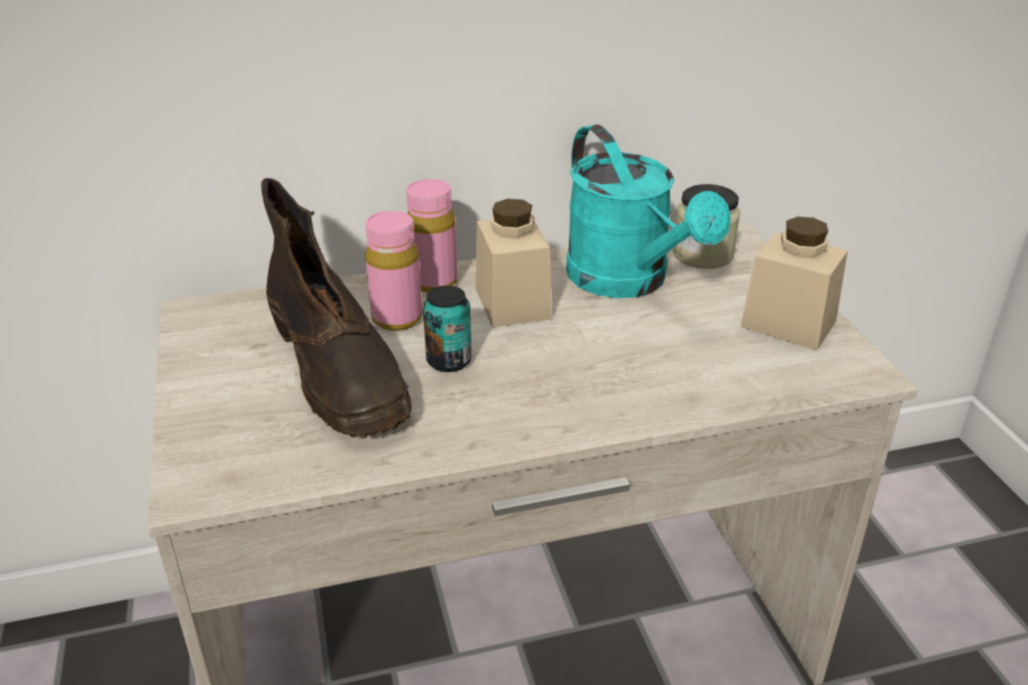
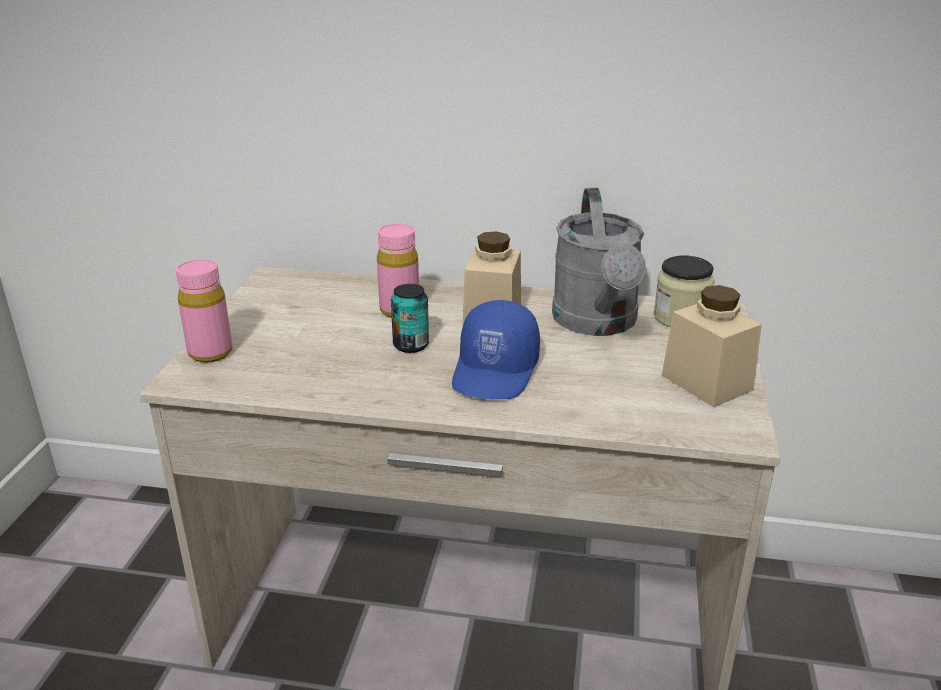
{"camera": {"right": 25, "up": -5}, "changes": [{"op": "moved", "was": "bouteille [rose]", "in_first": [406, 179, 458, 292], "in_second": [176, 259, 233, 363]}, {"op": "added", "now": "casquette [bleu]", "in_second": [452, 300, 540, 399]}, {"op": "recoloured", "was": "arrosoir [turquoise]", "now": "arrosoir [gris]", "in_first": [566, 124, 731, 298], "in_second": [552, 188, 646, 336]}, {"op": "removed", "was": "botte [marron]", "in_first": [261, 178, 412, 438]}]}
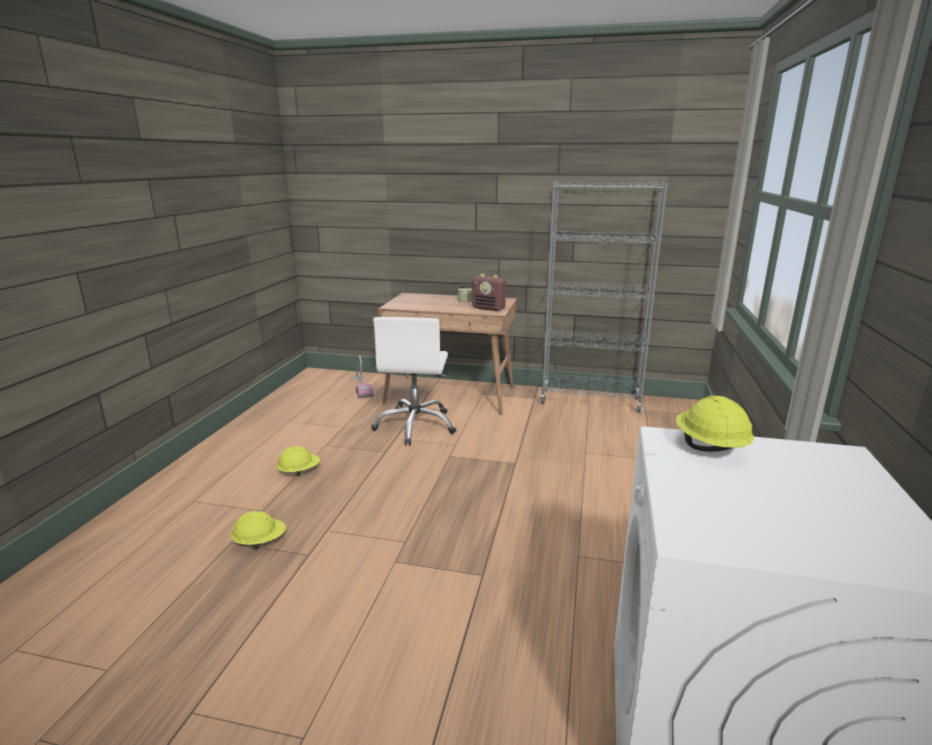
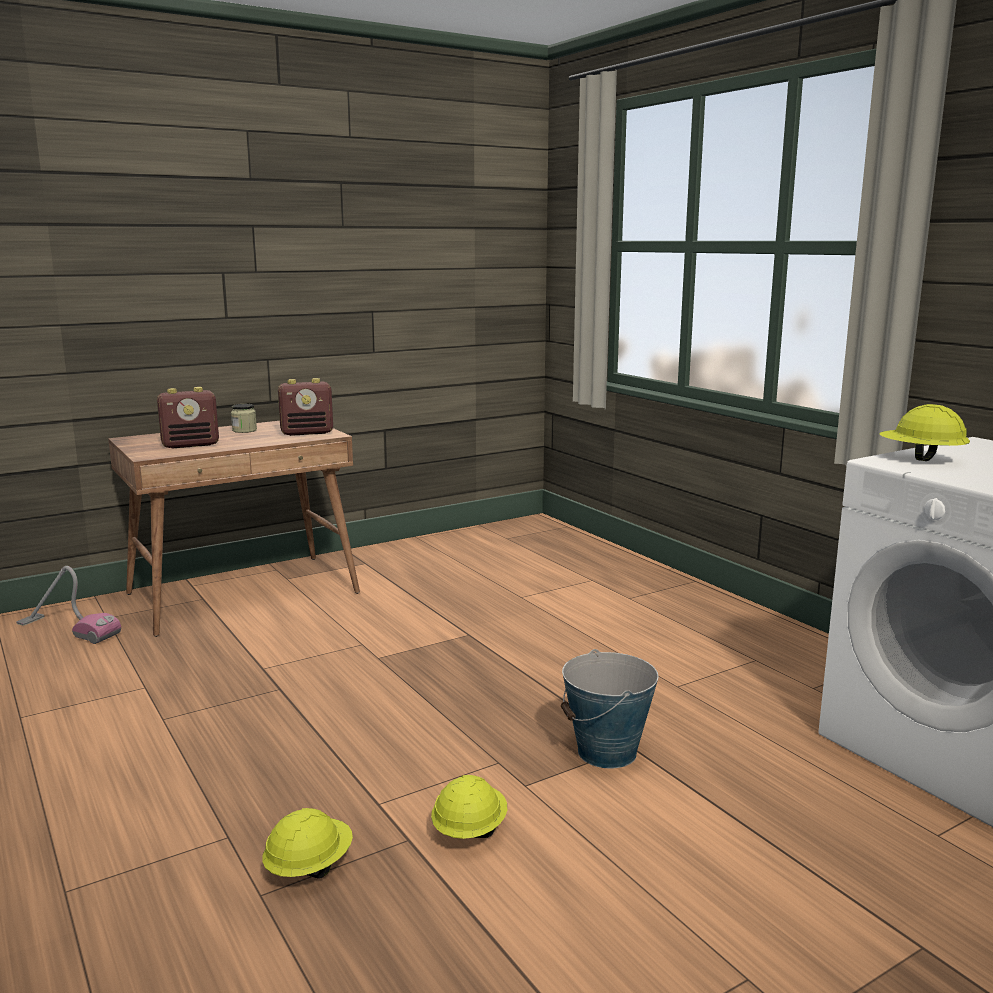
{"camera": {"right": -45, "up": -5}, "changes": [{"op": "added", "now": "radio", "in_second": [157, 387, 219, 449]}, {"op": "moved", "was": "casque de chantier [jaune]", "in_first": [276, 446, 320, 477], "in_second": [431, 775, 507, 839]}, {"op": "added", "now": "seau", "in_second": [561, 649, 658, 768]}, {"op": "removed", "was": "chaise de bureau [blanc]", "in_first": [371, 317, 456, 445]}, {"op": "removed", "was": "bibliothèque [gris]", "in_first": [540, 180, 668, 413]}]}
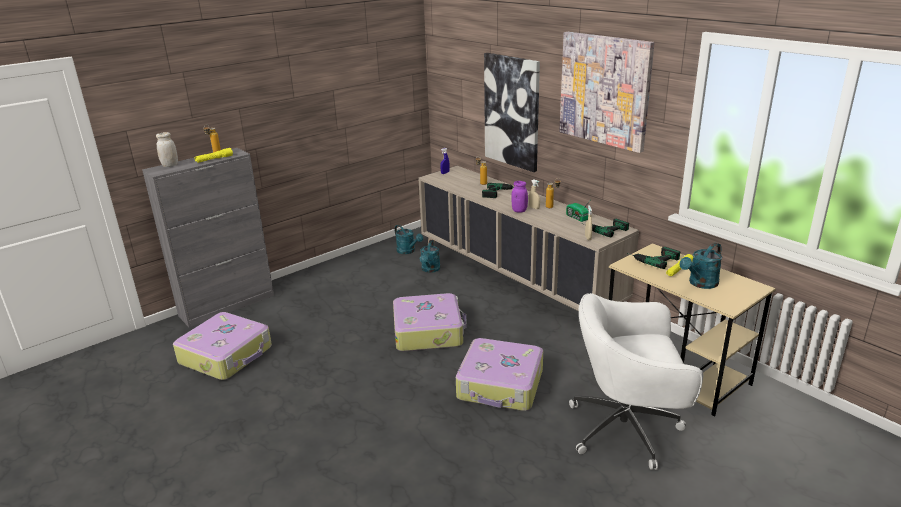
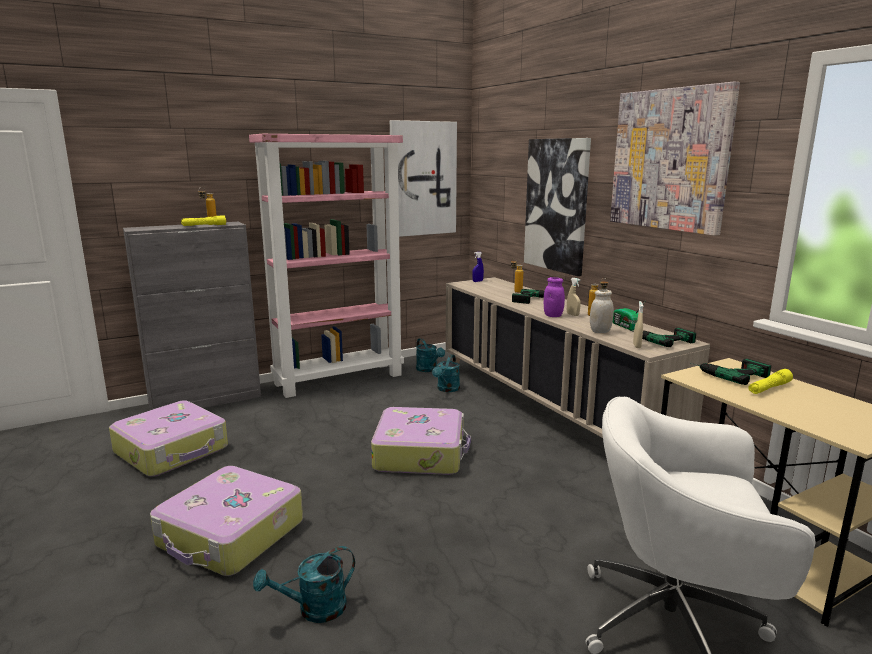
{"camera": {"right": 10, "up": -10}, "changes": [{"op": "moved", "was": "valise", "in_first": [456, 338, 543, 411], "in_second": [150, 466, 303, 576]}, {"op": "added", "now": "bibliothèque [rose]", "in_second": [249, 134, 404, 398]}, {"op": "moved", "was": "arrosoir [turquoise]", "in_first": [680, 243, 722, 289], "in_second": [253, 546, 355, 623]}, {"op": "added", "now": "tableau", "in_second": [390, 120, 457, 237]}, {"op": "moved", "was": "bocal [blanc]", "in_first": [156, 132, 178, 167], "in_second": [590, 289, 614, 333]}]}
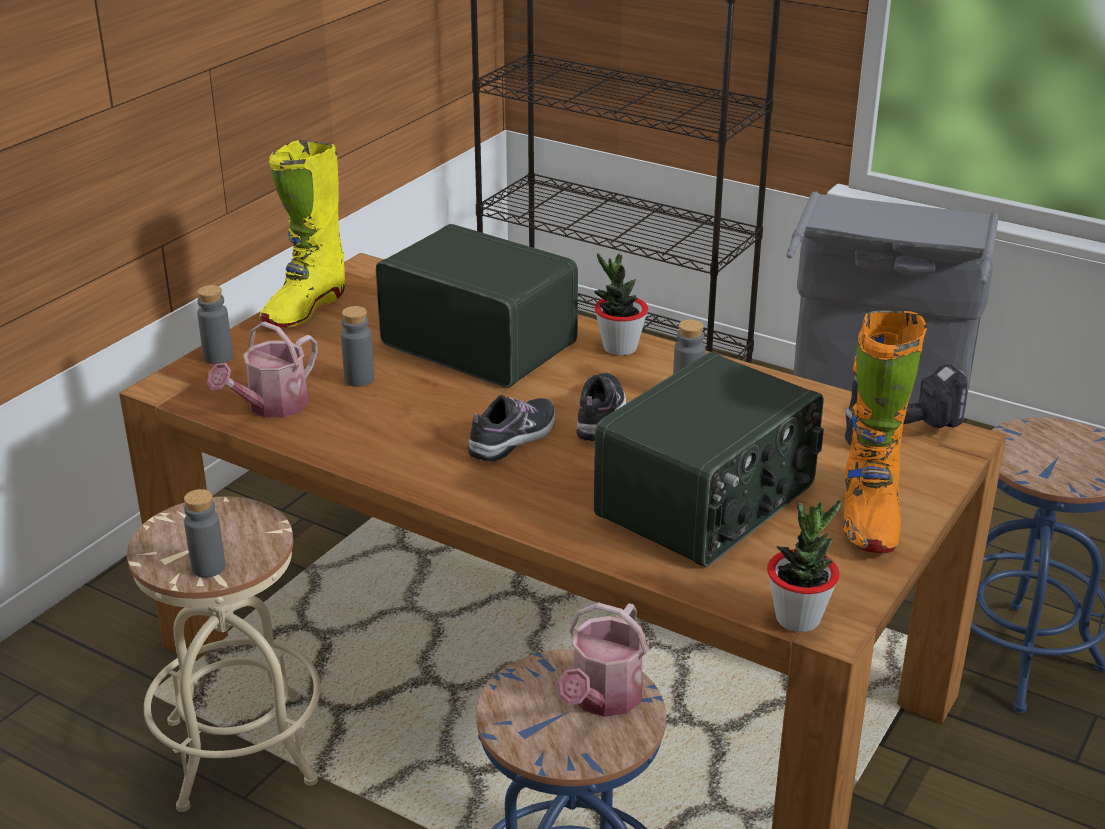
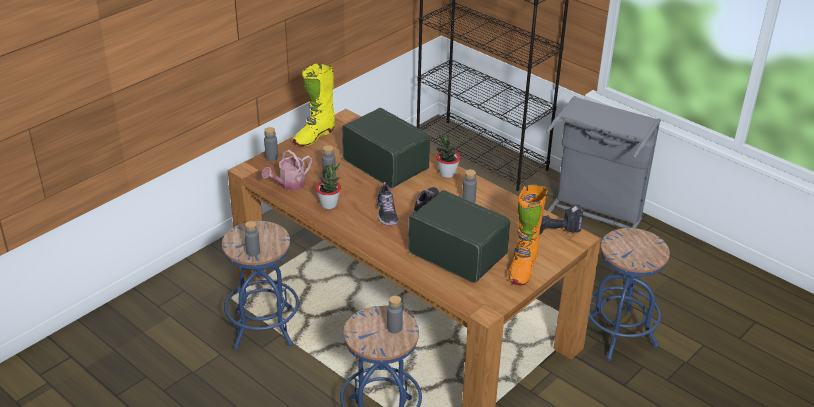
{"camera": {"right": 10, "up": 5}, "changes": [{"op": "recoloured", "was": "tabouret [beige]", "now": "tabouret [bleu]", "in_first": [127, 496, 321, 812], "in_second": [222, 221, 299, 350]}, {"op": "moved", "was": "plante en pot", "in_first": [767, 500, 841, 632], "in_second": [316, 163, 341, 209]}, {"op": "turned", "was": "chaussure", "in_first": [468, 395, 556, 461], "in_second": [377, 182, 398, 226], "clockwise": 120}, {"op": "replaced", "was": "arrosoir", "now": "bouteille [gris]", "in_first": [557, 602, 648, 717], "in_second": [387, 295, 403, 334]}, {"op": "turned", "was": "radio", "in_first": [594, 352, 824, 567], "in_second": [408, 190, 510, 283], "clockwise": -105}]}
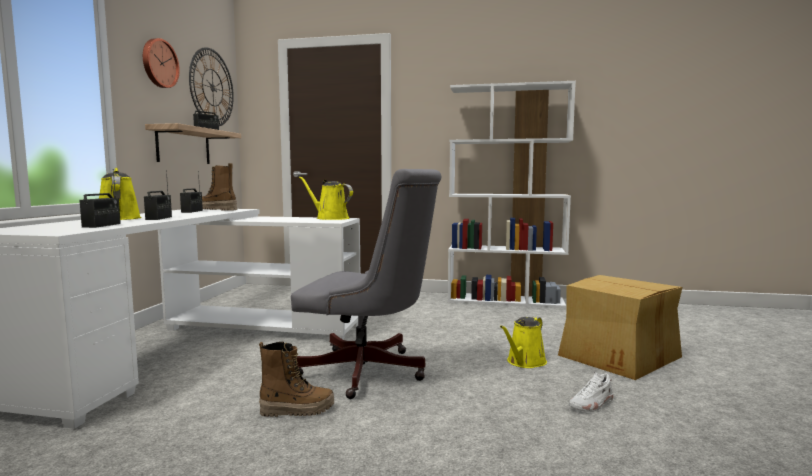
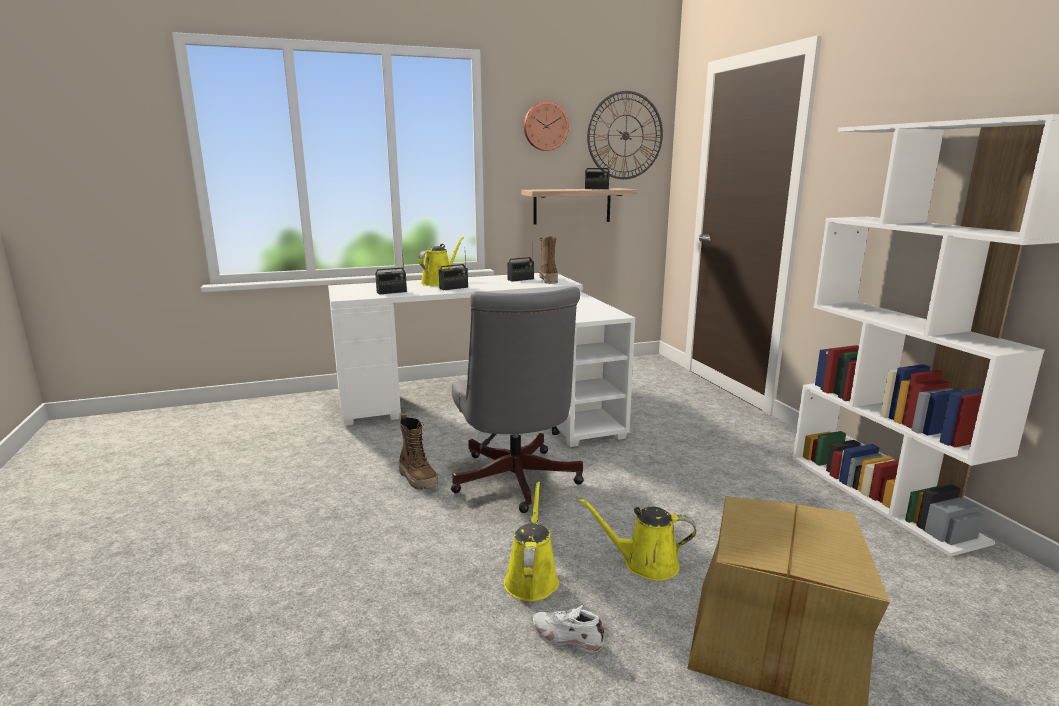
{"camera": {"right": 60, "up": 10}, "changes": [{"op": "moved", "was": "arrosoir [jaune]", "in_first": [299, 176, 353, 220], "in_second": [504, 481, 559, 601]}]}
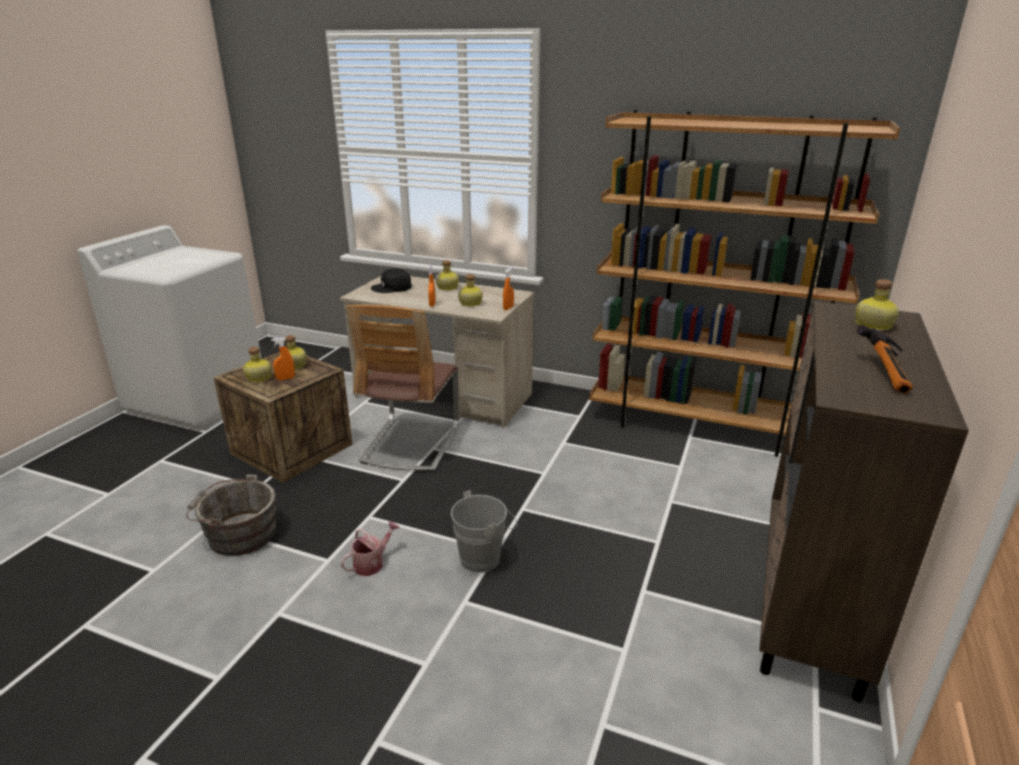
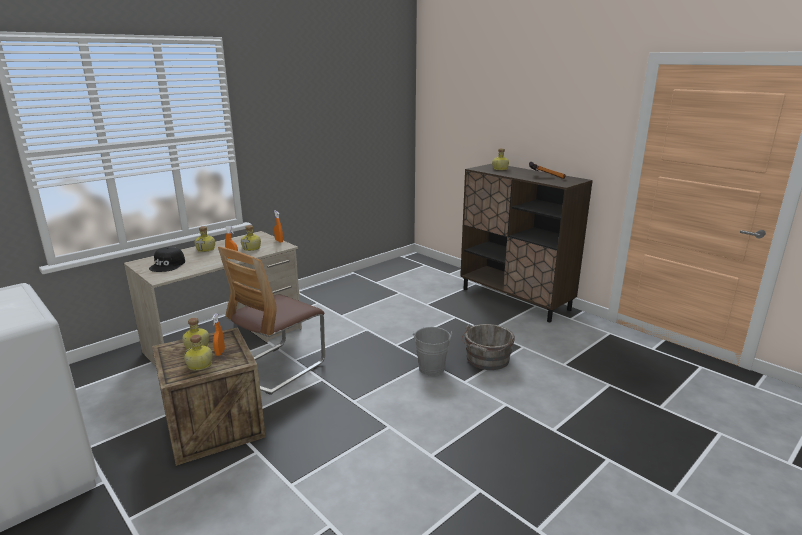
{"camera": {"right": -65, "up": -5}, "changes": [{"op": "turned", "was": "chaise", "in_first": [346, 305, 459, 472], "in_second": [218, 247, 325, 395], "clockwise": 90}, {"op": "moved", "was": "seau [gris]", "in_first": [186, 474, 276, 556], "in_second": [461, 324, 515, 370]}, {"op": "removed", "was": "arrosoir", "in_first": [341, 521, 400, 576]}, {"op": "removed", "was": "bibliothèque [marron]", "in_first": [589, 110, 900, 457]}]}
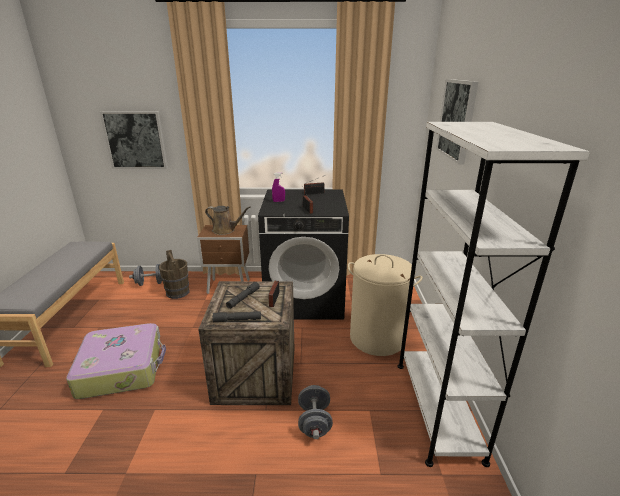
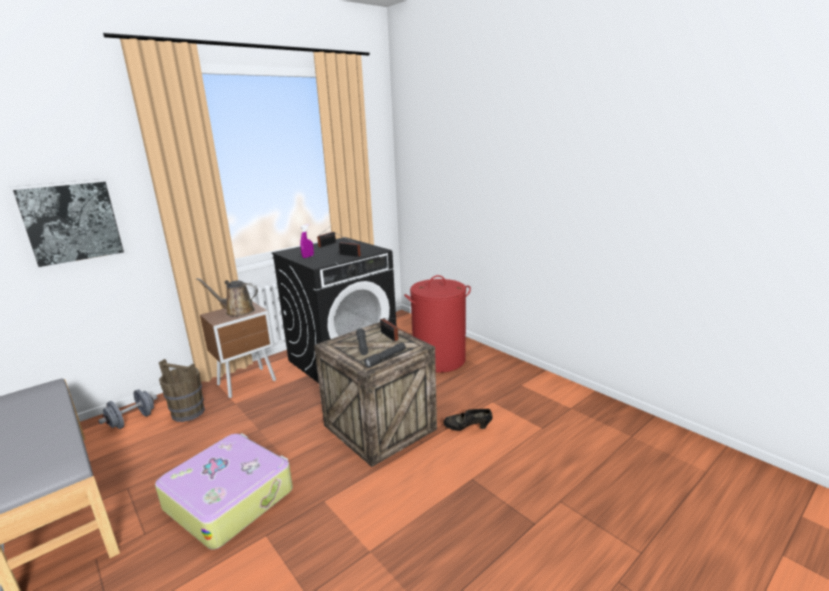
{"camera": {"right": -40, "up": -5}, "changes": [{"op": "turned", "was": "arrosoir [marron]", "in_first": [205, 206, 251, 235], "in_second": [197, 278, 258, 317], "clockwise": -150}, {"op": "recoloured", "was": "panier à linge [beige]", "now": "panier à linge [rouge]", "in_first": [348, 254, 423, 356], "in_second": [404, 275, 471, 373]}, {"op": "replaced", "was": "haltère [gris]", "now": "chaussure [noir]", "in_first": [298, 385, 333, 439], "in_second": [443, 409, 492, 431]}, {"op": "removed", "was": "bibliothèque [blanc]", "in_first": [398, 122, 590, 467]}, {"op": "removed", "was": "tableau", "in_first": [436, 79, 478, 164]}]}
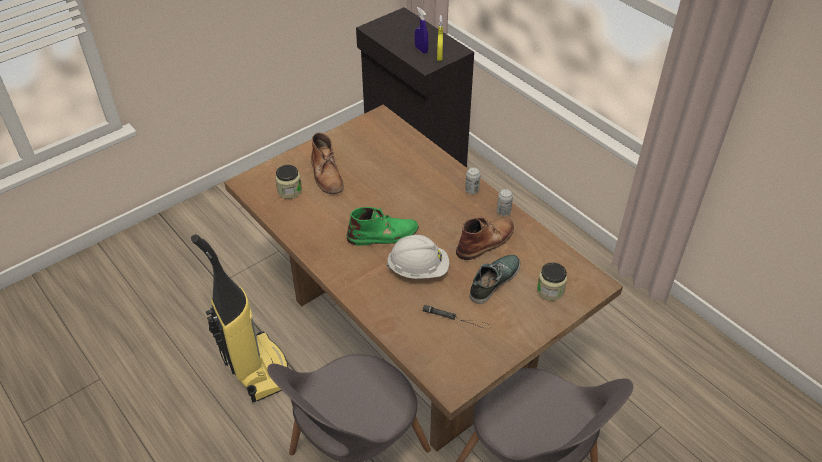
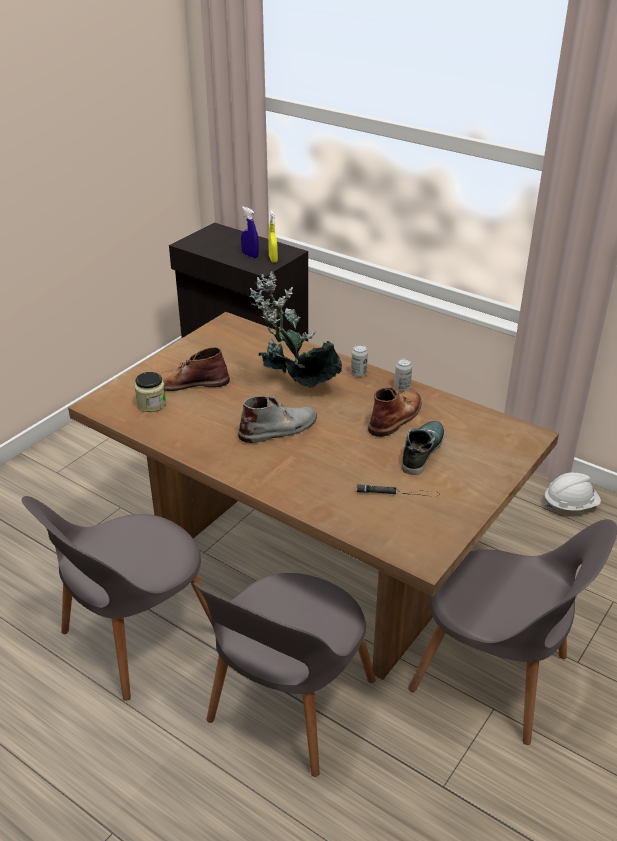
{"camera": {"right": -15, "up": -10}, "changes": [{"op": "replaced", "was": "aspirateur", "now": "chaise [gris]", "in_first": [191, 234, 288, 402], "in_second": [22, 496, 214, 701]}, {"op": "turned", "was": "botte [marron]", "in_first": [311, 132, 344, 194], "in_second": [159, 347, 230, 391], "clockwise": 120}, {"op": "recoloured", "was": "botte [vert]", "now": "botte [gris]", "in_first": [347, 207, 419, 246], "in_second": [238, 395, 317, 443]}, {"op": "added", "now": "plante en pot", "in_second": [249, 271, 342, 387]}, {"op": "moved", "was": "casque de chantier [blanc]", "in_first": [387, 235, 449, 279], "in_second": [544, 472, 601, 511]}, {"op": "removed", "was": "bocal", "in_first": [537, 262, 567, 301]}]}
